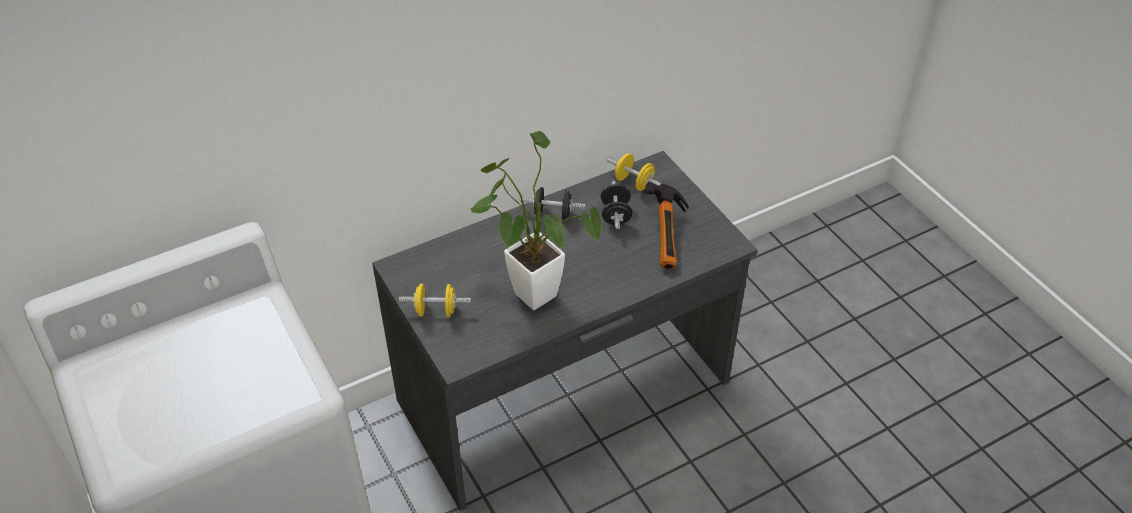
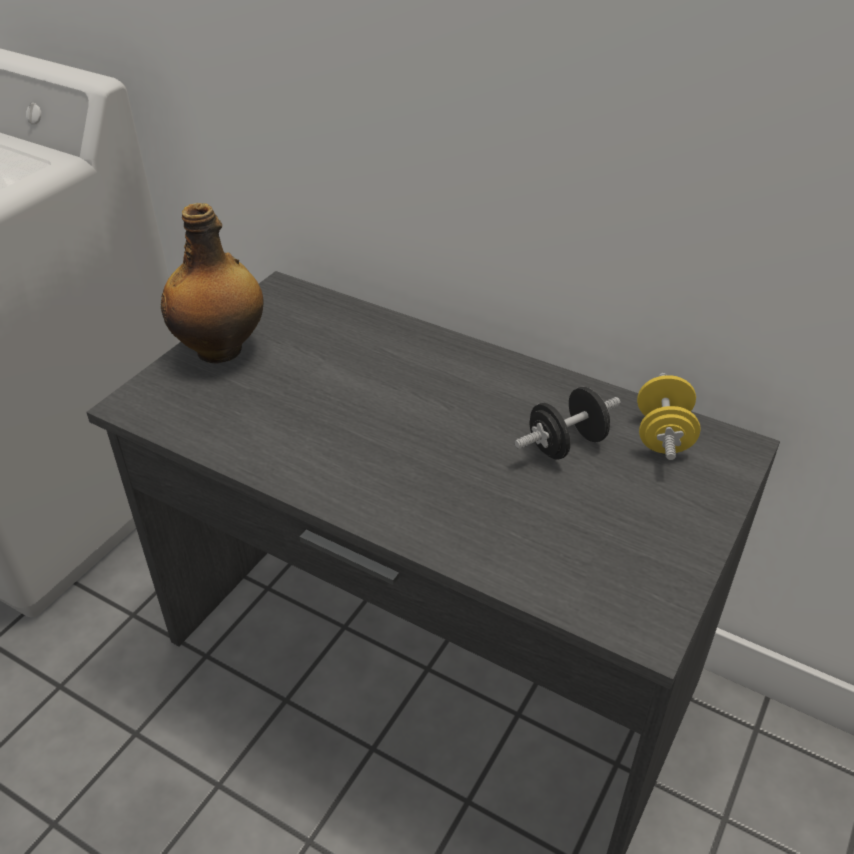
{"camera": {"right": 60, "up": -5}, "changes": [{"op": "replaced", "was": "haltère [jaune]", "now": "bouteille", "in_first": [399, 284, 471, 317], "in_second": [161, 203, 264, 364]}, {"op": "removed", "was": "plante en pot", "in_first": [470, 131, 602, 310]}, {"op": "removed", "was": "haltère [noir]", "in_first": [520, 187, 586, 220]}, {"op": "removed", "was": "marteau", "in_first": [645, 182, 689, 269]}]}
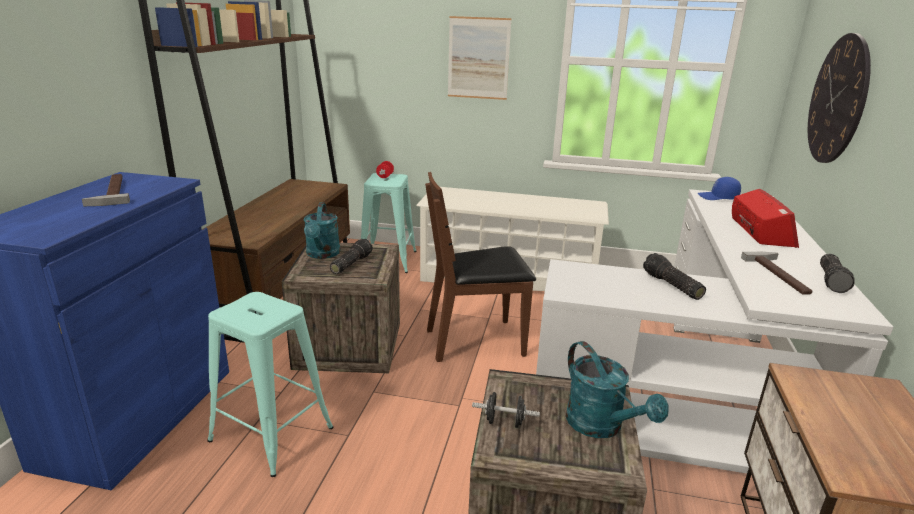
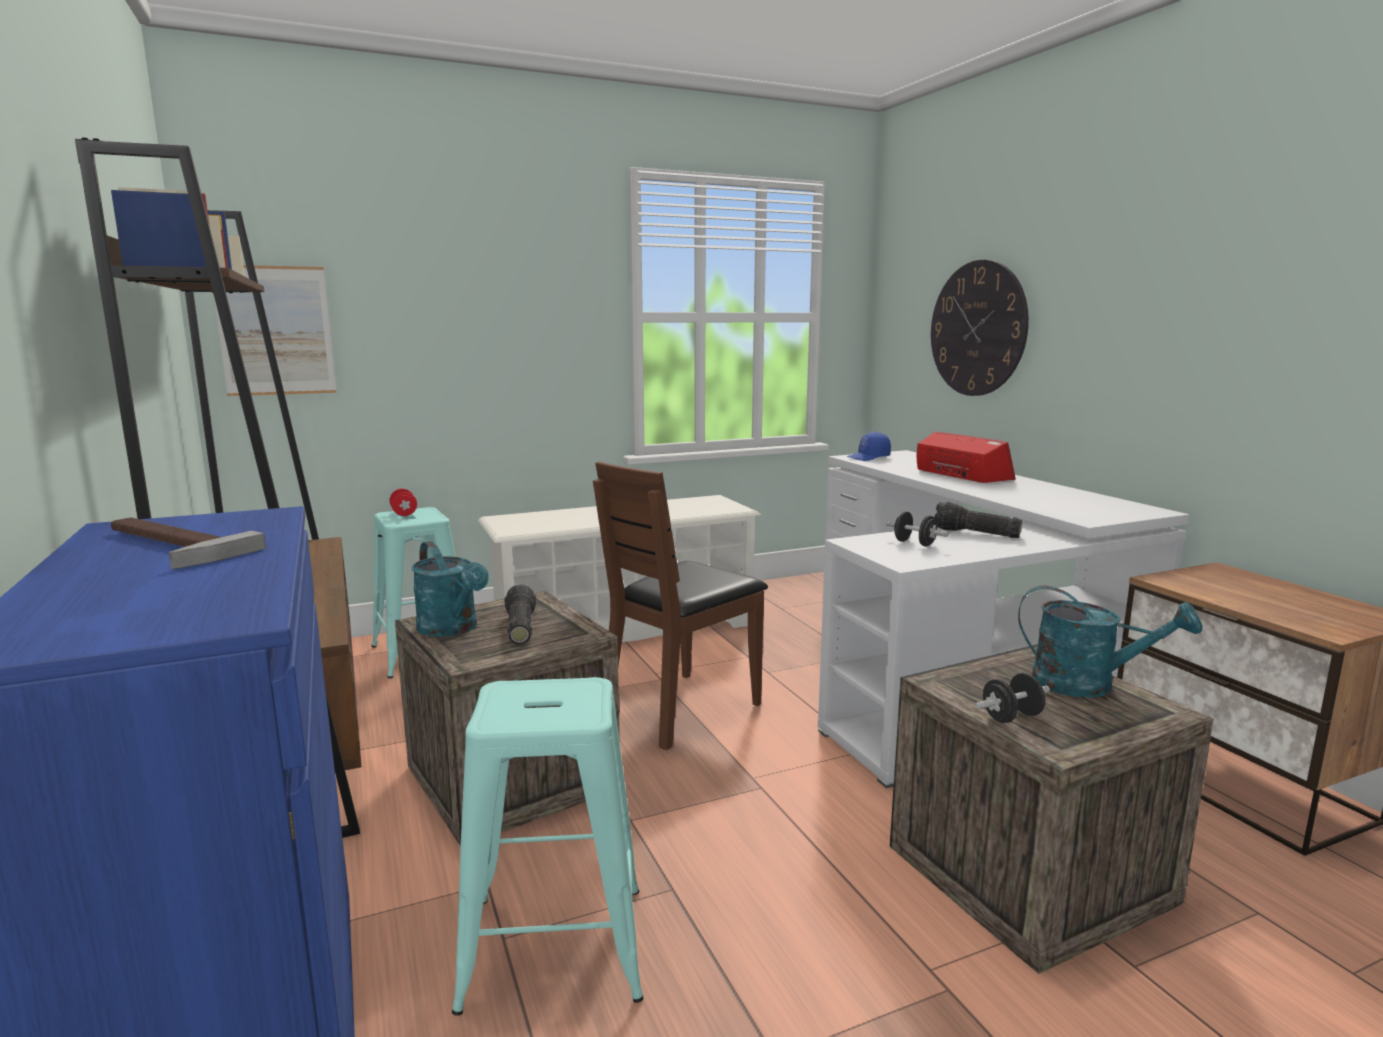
{"camera": {"right": -35, "up": -10}, "changes": [{"op": "moved", "was": "tableau", "in_first": [448, 16, 512, 100], "in_second": [215, 265, 336, 396]}, {"op": "added", "now": "haltère [noir]", "in_second": [885, 511, 949, 547]}, {"op": "removed", "was": "marteau", "in_first": [741, 252, 812, 295]}, {"op": "removed", "was": "lampe de poche", "in_first": [820, 254, 855, 293]}]}
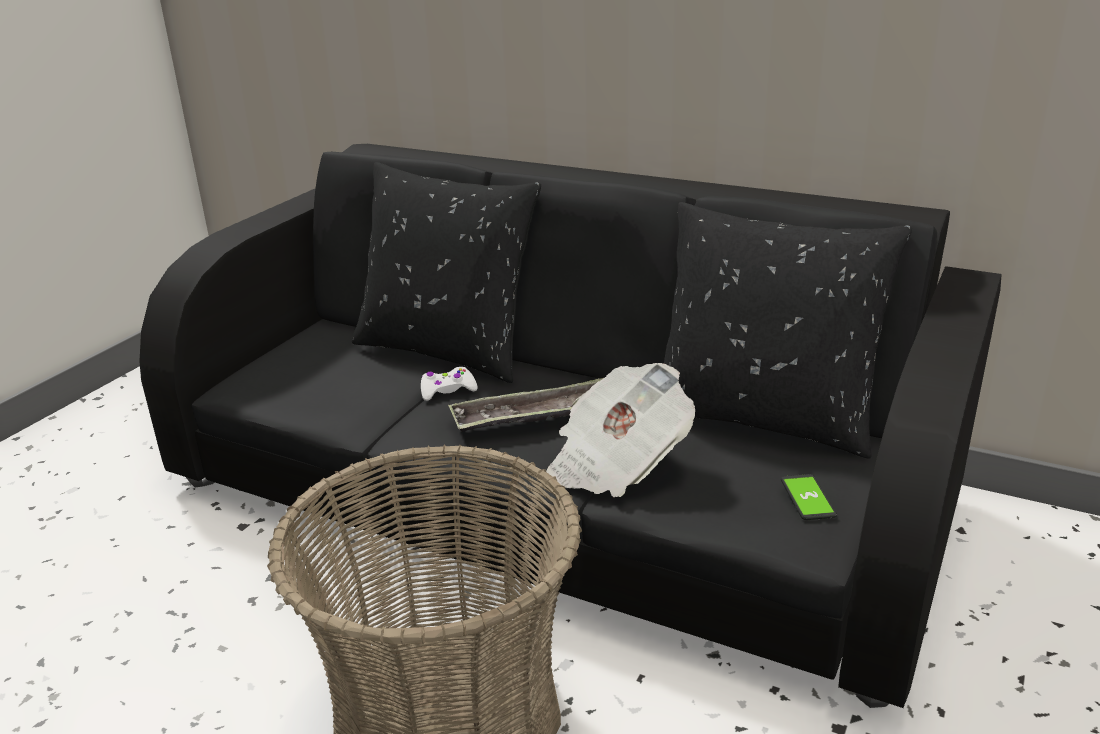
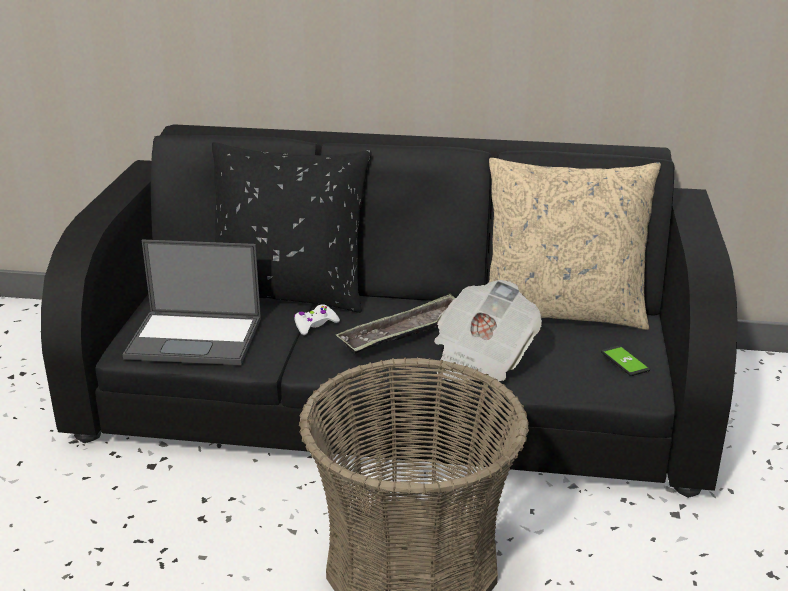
{"camera": {"right": -20, "up": 0}, "changes": [{"op": "added", "now": "ordinateur portable", "in_second": [123, 239, 261, 365]}, {"op": "recoloured", "was": "coussin [noir]", "now": "coussin [beige]", "in_first": [664, 202, 912, 459], "in_second": [489, 158, 661, 330]}]}
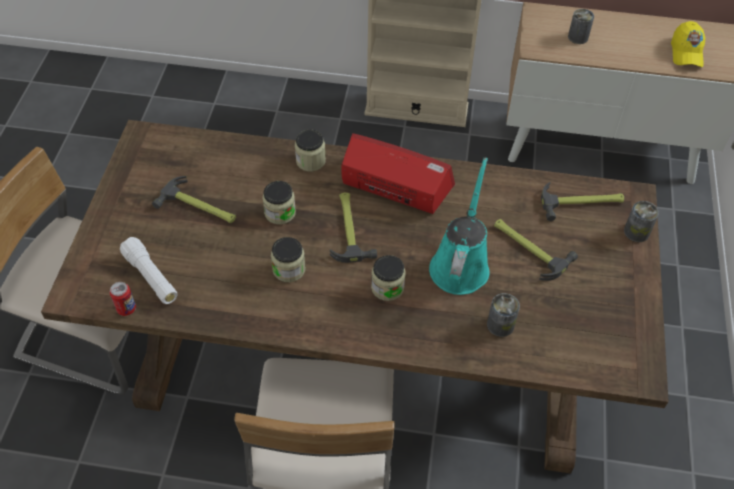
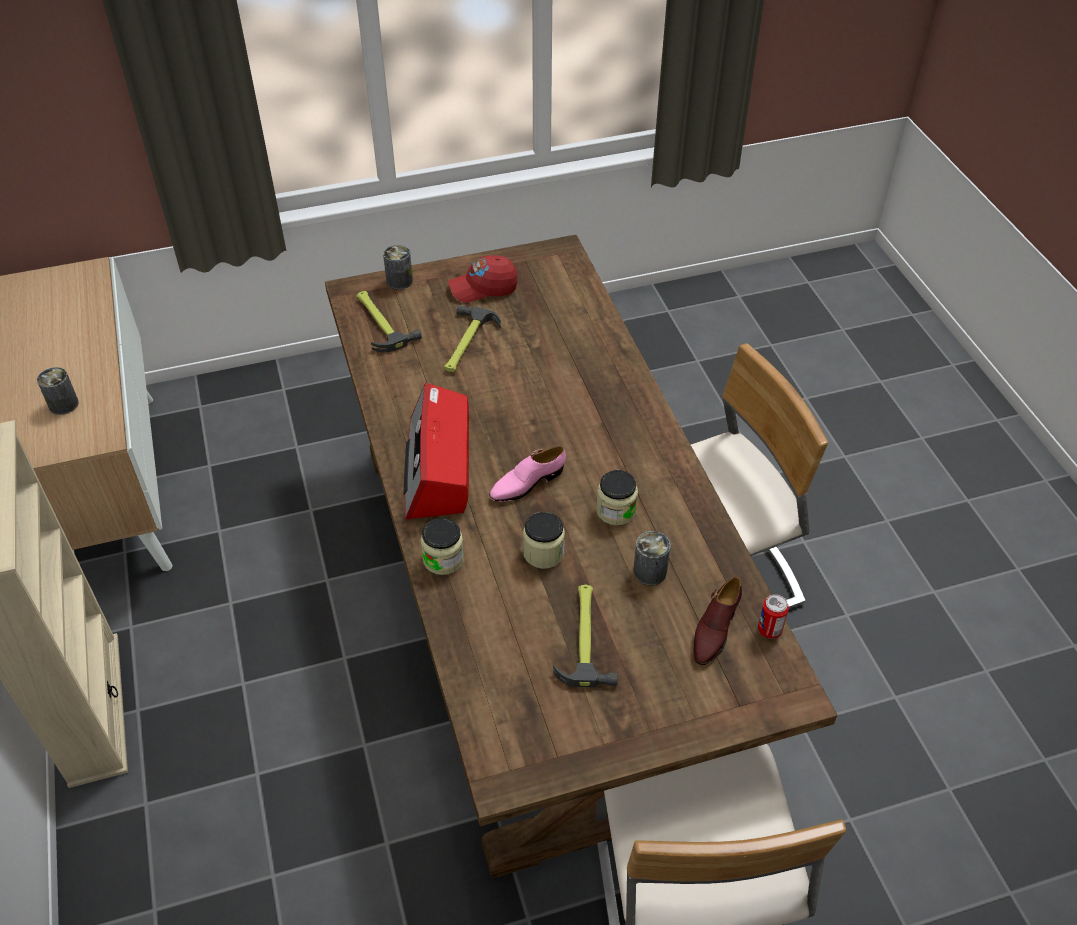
{"camera": {"right": -115, "up": -5}, "changes": [{"op": "added", "now": "casquette [rouge]", "in_second": [448, 255, 517, 303]}, {"op": "replaced", "was": "marteau", "now": "chaussure [rose]", "in_first": [330, 192, 377, 263], "in_second": [489, 446, 566, 502]}, {"op": "moved", "was": "boîte métallique", "in_first": [487, 293, 520, 337], "in_second": [633, 531, 670, 585]}, {"op": "replaced", "was": "lampe de poche [blanc]", "now": "chaussure [marron]", "in_first": [120, 237, 177, 304], "in_second": [694, 577, 742, 665]}, {"op": "removed", "was": "bocal", "in_first": [371, 255, 406, 301]}, {"op": "removed", "was": "arrosoir [turquoise]", "in_first": [429, 158, 490, 295]}, {"op": "removed", "was": "casquette [jaune]", "in_first": [671, 21, 705, 67]}]}
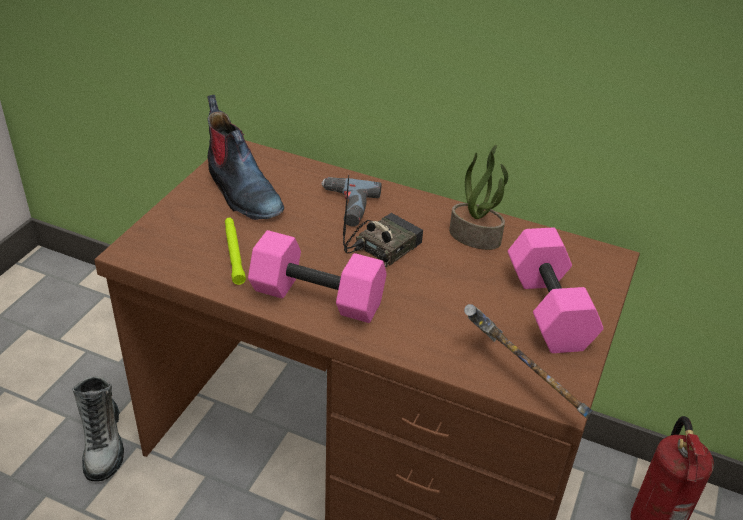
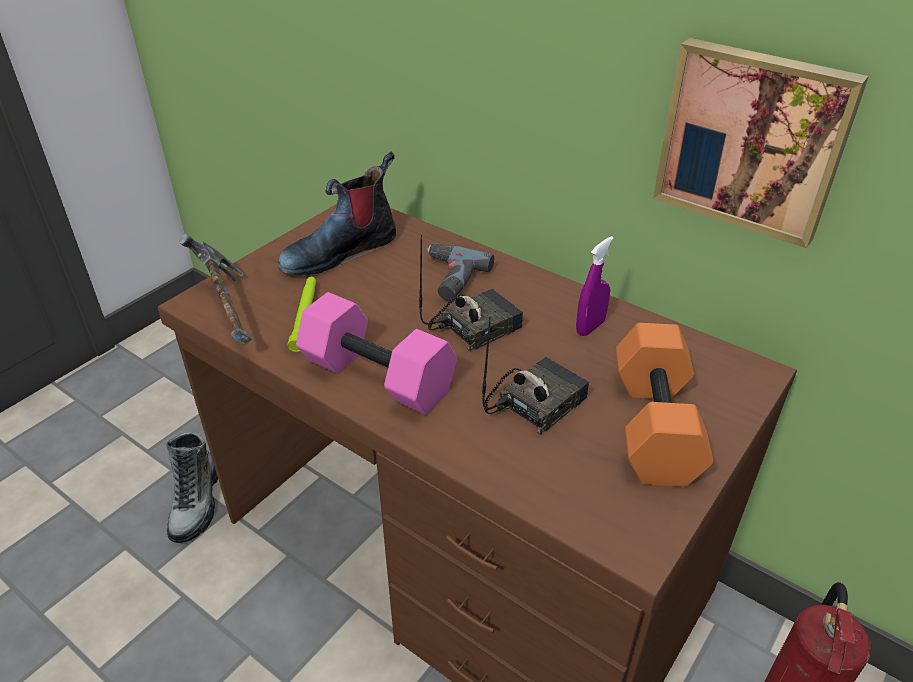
{"camera": {"right": 15, "up": 0}, "changes": [{"op": "moved", "was": "marteau", "in_first": [464, 304, 593, 418], "in_second": [179, 234, 251, 345]}, {"op": "turned", "was": "botte", "in_first": [207, 95, 284, 220], "in_second": [278, 151, 396, 276], "clockwise": 75}, {"op": "added", "now": "radio", "in_second": [482, 316, 589, 435]}, {"op": "replaced", "was": "plante en pot", "now": "vaporisateur [violet]", "in_first": [449, 145, 508, 250], "in_second": [576, 236, 614, 336]}, {"op": "recoloured", "was": "haltère [rose]", "now": "haltère [orange]", "in_first": [508, 227, 604, 353], "in_second": [616, 323, 714, 487]}, {"op": "added", "now": "tableau", "in_second": [653, 38, 869, 248]}]}
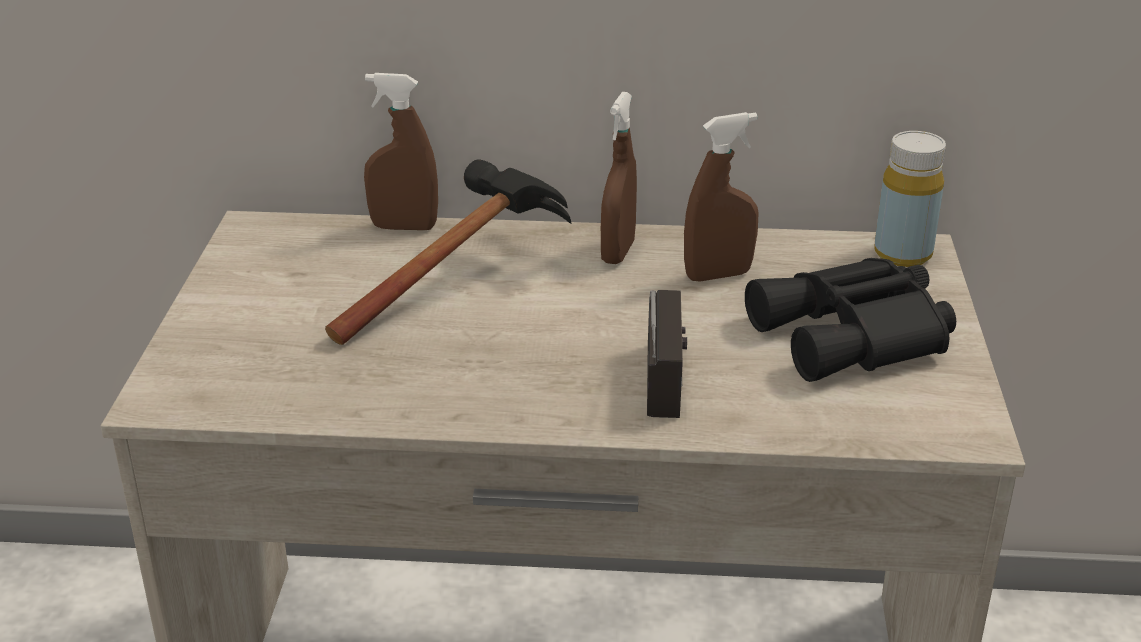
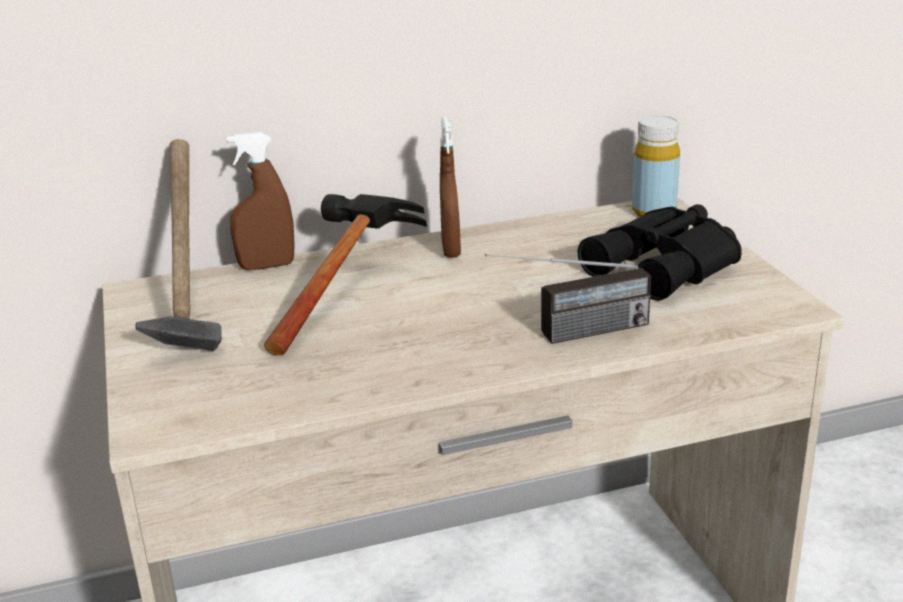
{"camera": {"right": -20, "up": -5}, "changes": [{"op": "added", "now": "marteau", "in_second": [135, 139, 222, 351]}, {"op": "turned", "was": "radio", "in_first": [647, 290, 687, 418], "in_second": [485, 254, 651, 344], "clockwise": 90}, {"op": "removed", "was": "vaporisateur [marron]", "in_first": [684, 112, 759, 281]}]}
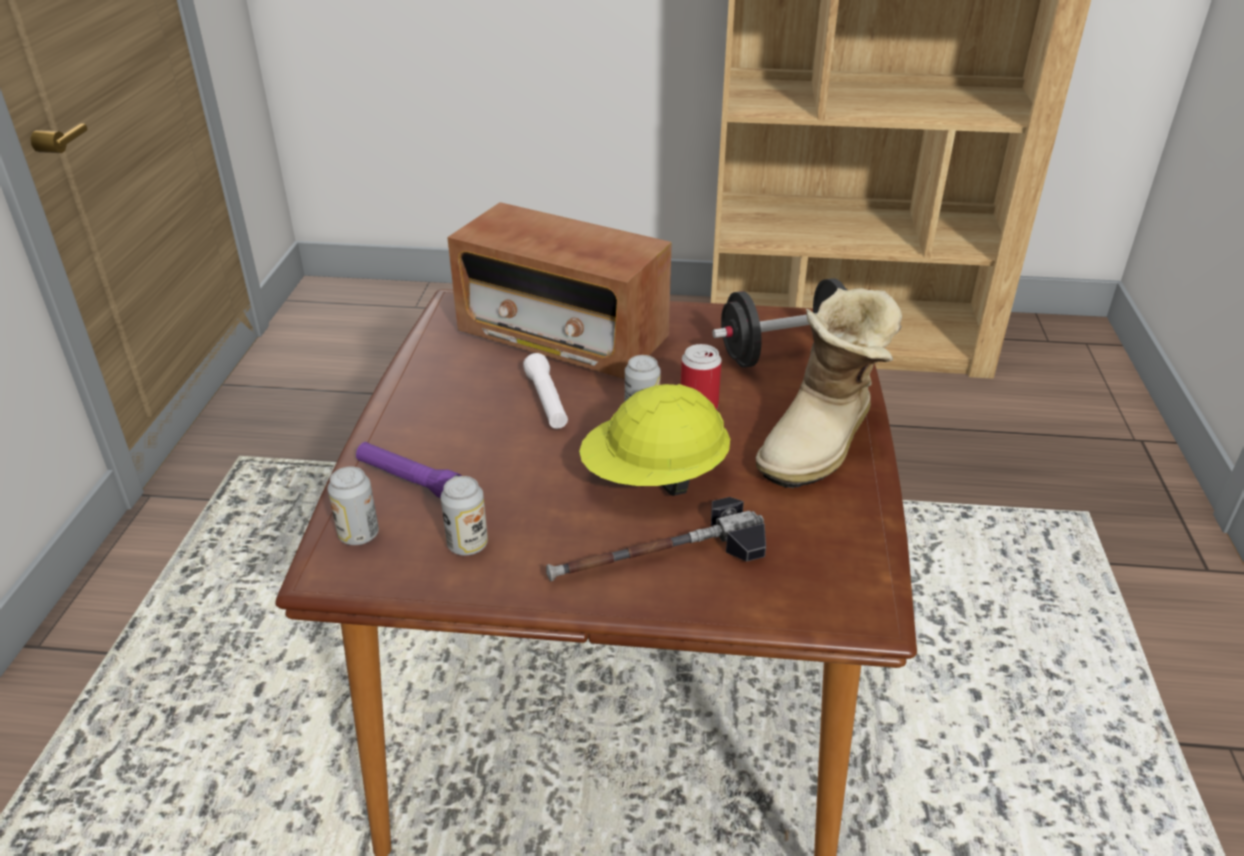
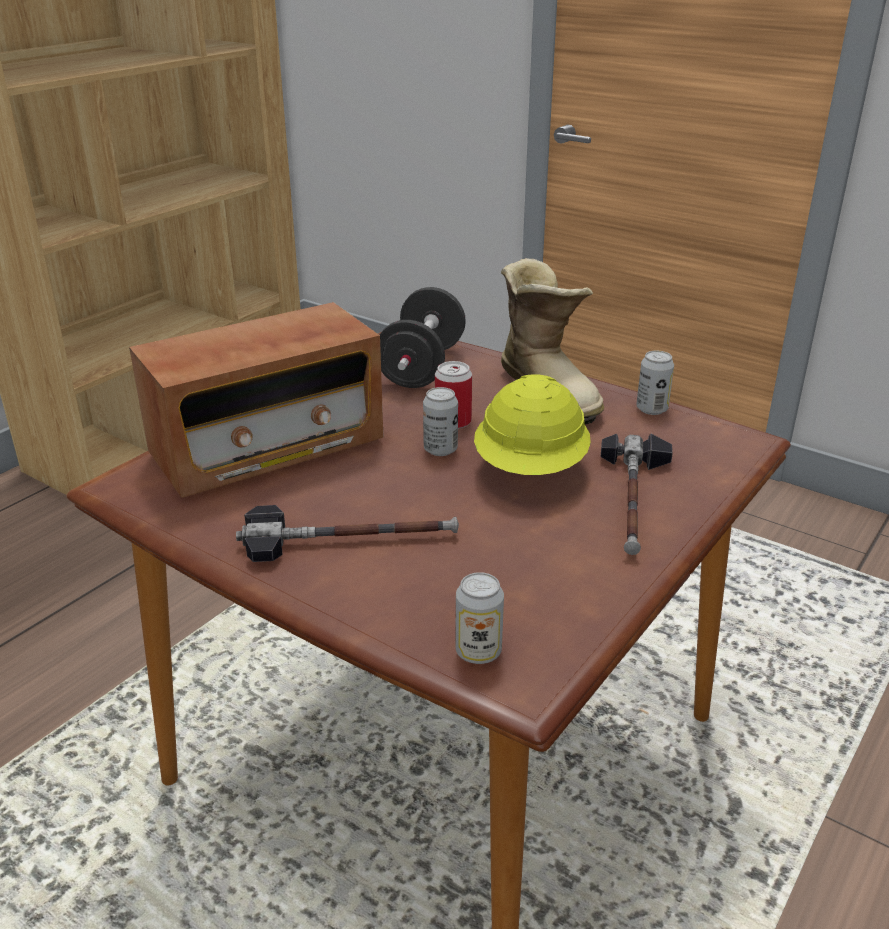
{"camera": {"right": -60, "up": -5}, "changes": [{"op": "added", "now": "marteau", "in_second": [236, 505, 459, 562]}, {"op": "moved", "was": "boîte métallique", "in_first": [441, 476, 488, 555], "in_second": [636, 351, 674, 415]}, {"op": "removed", "was": "lampe de poche [violet]", "in_first": [356, 442, 462, 498]}, {"op": "removed", "was": "lampe de poche [blanc]", "in_first": [523, 353, 568, 429]}]}
